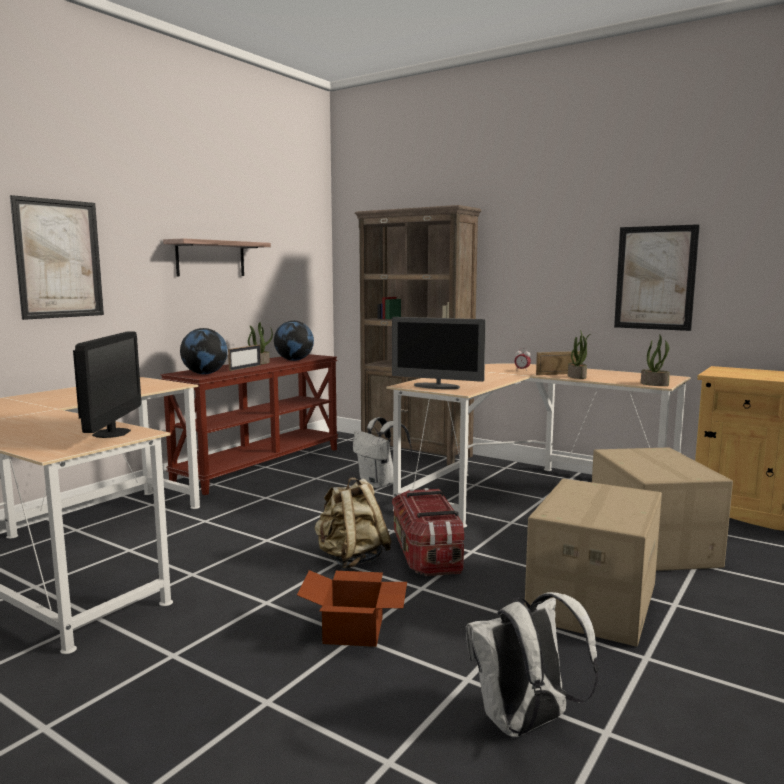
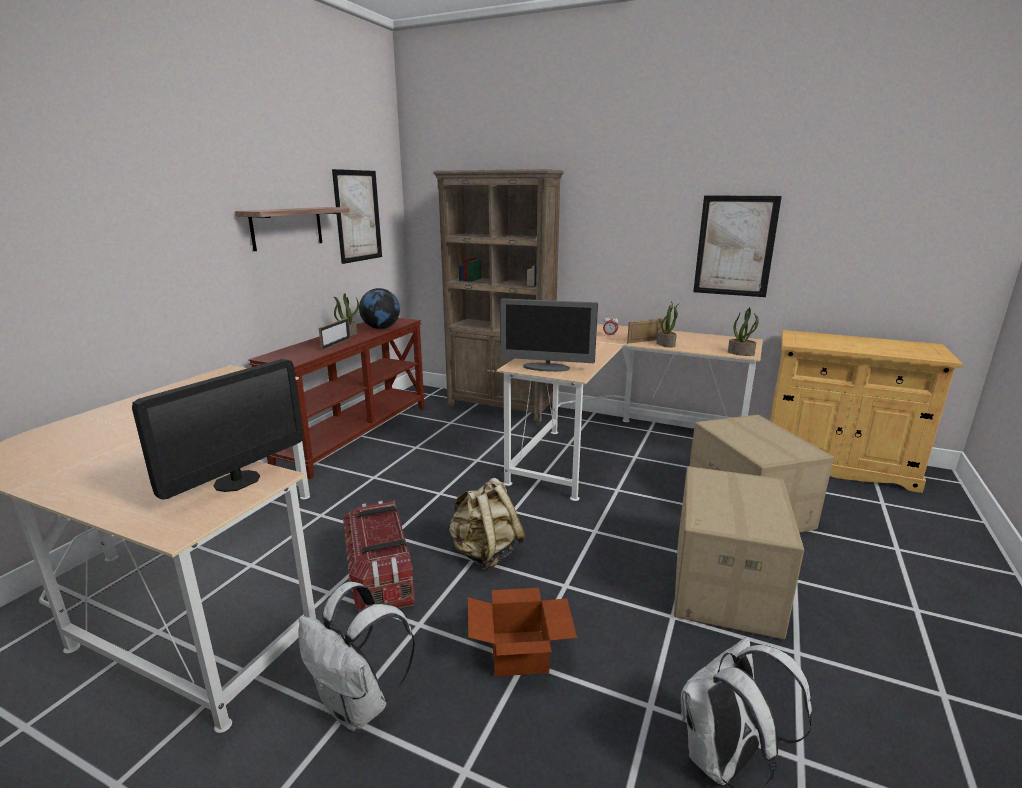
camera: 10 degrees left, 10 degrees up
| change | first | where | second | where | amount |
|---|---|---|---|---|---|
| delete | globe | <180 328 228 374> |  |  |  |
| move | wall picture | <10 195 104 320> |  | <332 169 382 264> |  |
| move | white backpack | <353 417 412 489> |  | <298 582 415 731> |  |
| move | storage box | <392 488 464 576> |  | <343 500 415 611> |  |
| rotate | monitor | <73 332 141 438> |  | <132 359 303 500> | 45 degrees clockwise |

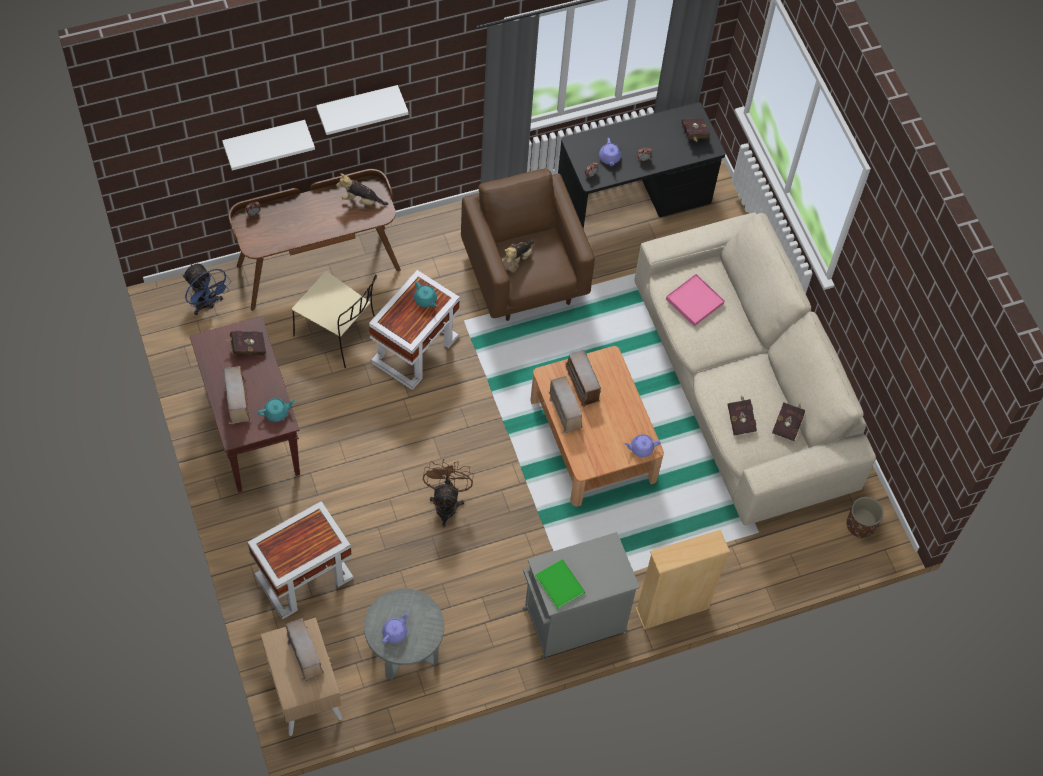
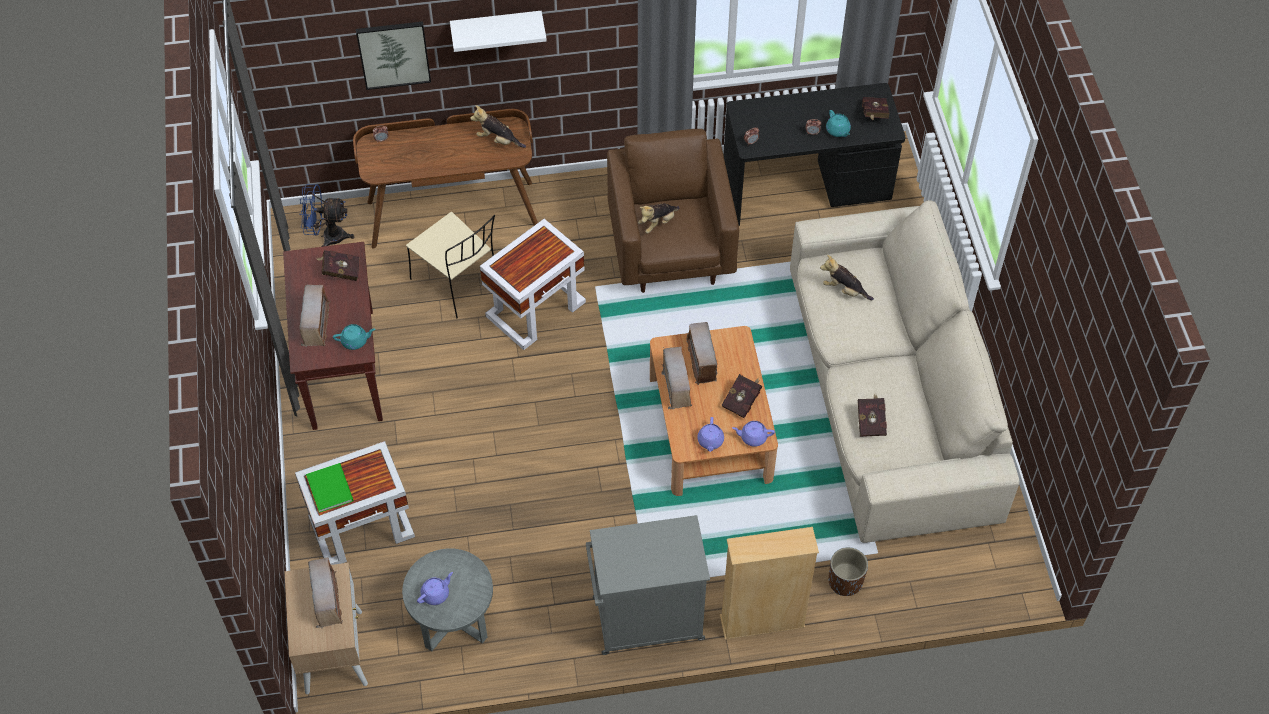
camera: 15 degrees right, 5 degrees down
| change | first | where | second | where | amount |
|---|---|---|---|---|---|
| delete | brown fan | <423 459 474 527> |  |  |  |
| move | turquoise-coloured teapot | <414 281 437 307> |  | <826 110 851 137> |  |
| move | greenish bound book | <535 559 585 609> |  | <306 463 353 513> |  |
| move | purple teapot | <599 138 621 166> |  | <697 417 724 452> |  |
| move | reddish bound book | <772 402 805 441> |  | <721 374 762 418> |  |
| move | brown plant pot | <847 497 884 538> |  | <829 547 868 596> |  |
| replace | white shelf | <222 120 315 171> | wall picture | <356 21 431 90> |  |
| replace | pink carrying tray | <666 274 725 326> | soft toy | <820 255 874 300> |  |
| rotate | blue-coloured fan | <183 264 231 315> |  | <299 184 354 247> | 120 degrees clockwise |

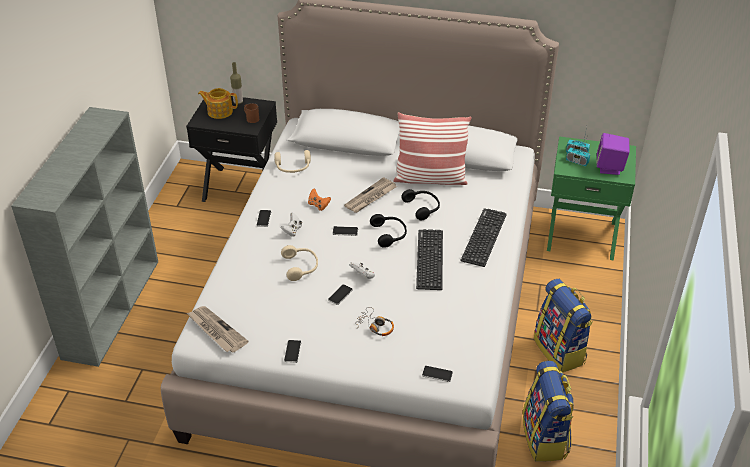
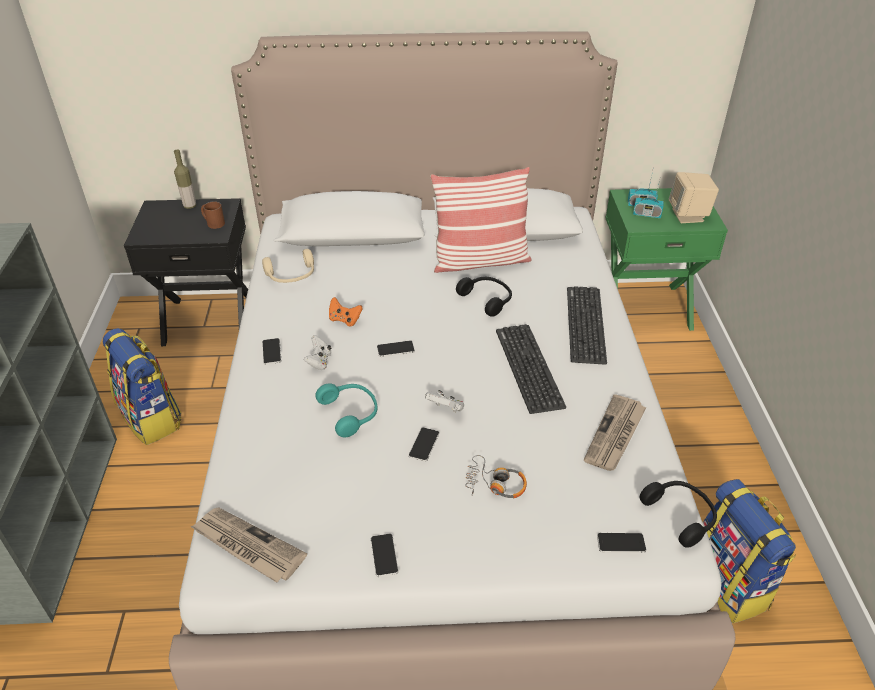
camera: 15 degrees left, 0 degrees up
| change | first | where | second | where | amount |
|---|---|---|---|---|---|
| delete | teapot | <198 88 238 119> |  |  |  |
| move | daily paper | <344 177 397 213> |  | <584 394 647 471> |  |
| move | blackish headset | <370 214 407 248> |  | <640 481 717 548> |  |
| move | backpack | <534 279 593 372> |  | <103 328 182 445> |  |
| recolor | sand-coloured headset | <281 245 318 281> | turquoise-coloured headset | <315 383 378 437> |  |
| recolor | purple loudspeaker | <597 133 630 175> | sand-coloured loudspeaker | <669 172 719 223> |  |

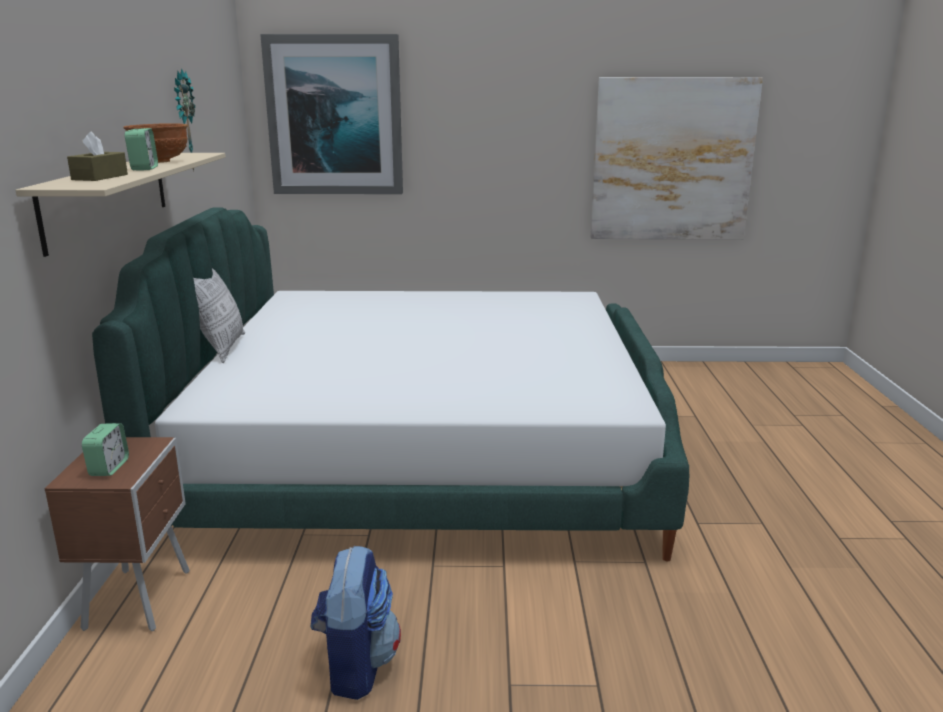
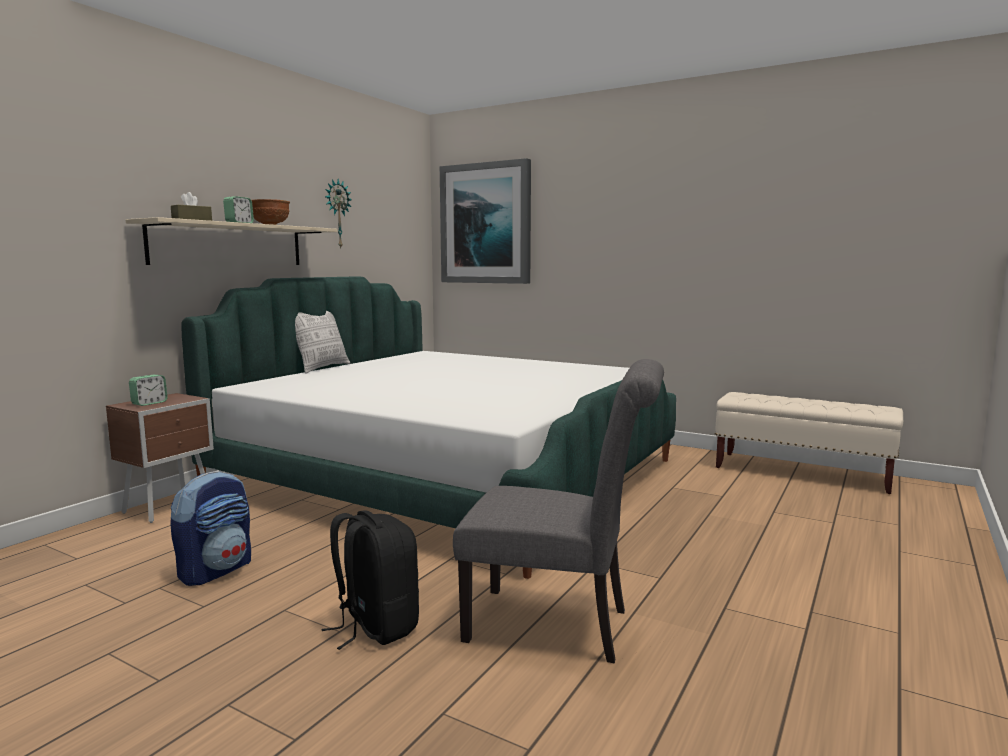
camera: 30 degrees right, 10 degrees down
| change | first | where | second | where | amount |
|---|---|---|---|---|---|
| delete | wall picture | <591 77 763 239> |  |  |  |
| insert |  |  | blackish backpack | <321 510 419 650> |  |
| insert |  |  | gray plain chair | <453 359 664 664> |  |
| insert |  |  | sand-coloured bench | <715 392 903 494> |  |

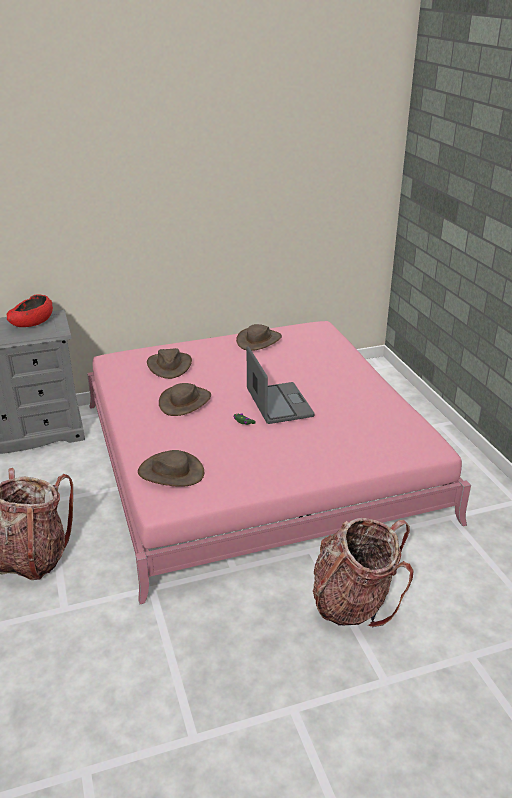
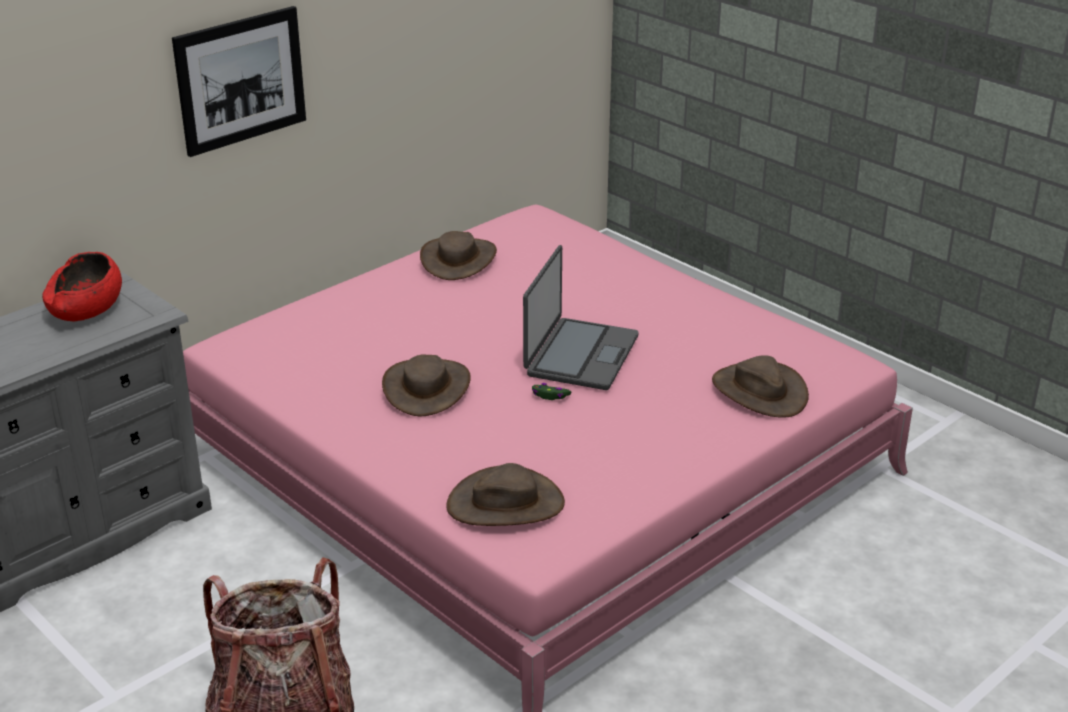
camera: 25 degrees left, 0 degrees up
| change | first | where | second | where | amount |
|---|---|---|---|---|---|
| delete | backpack | <313 518 414 627> |  |  |  |
| insert |  |  | wall picture | <172 6 306 157> |  |
| move | brown hat | <147 348 192 379> |  | <712 355 809 417> |  |
| rotate | portable computer | <247 346 315 424> |  | <523 245 638 390> | 60 degrees clockwise |

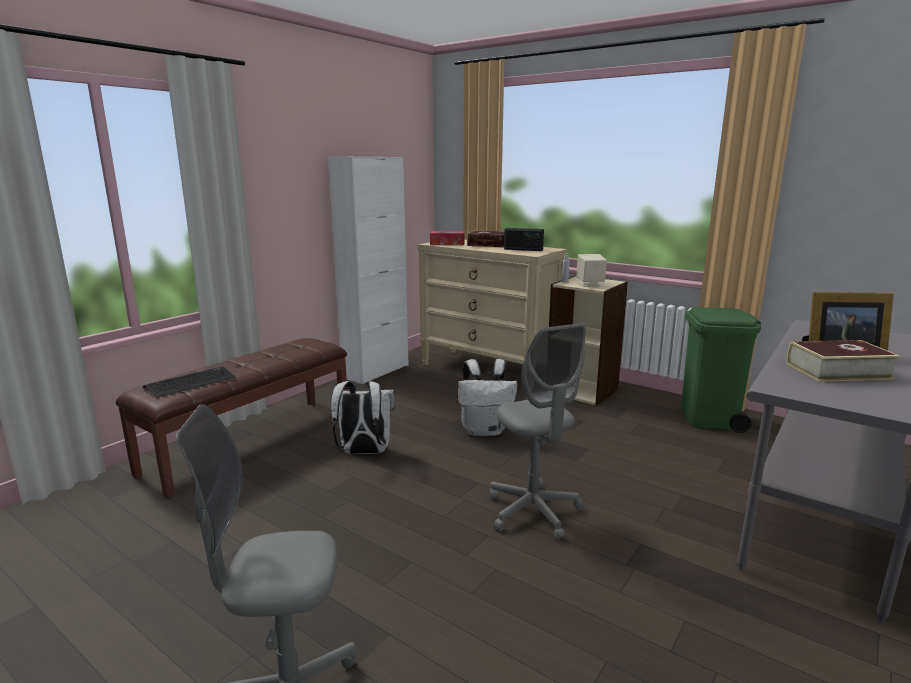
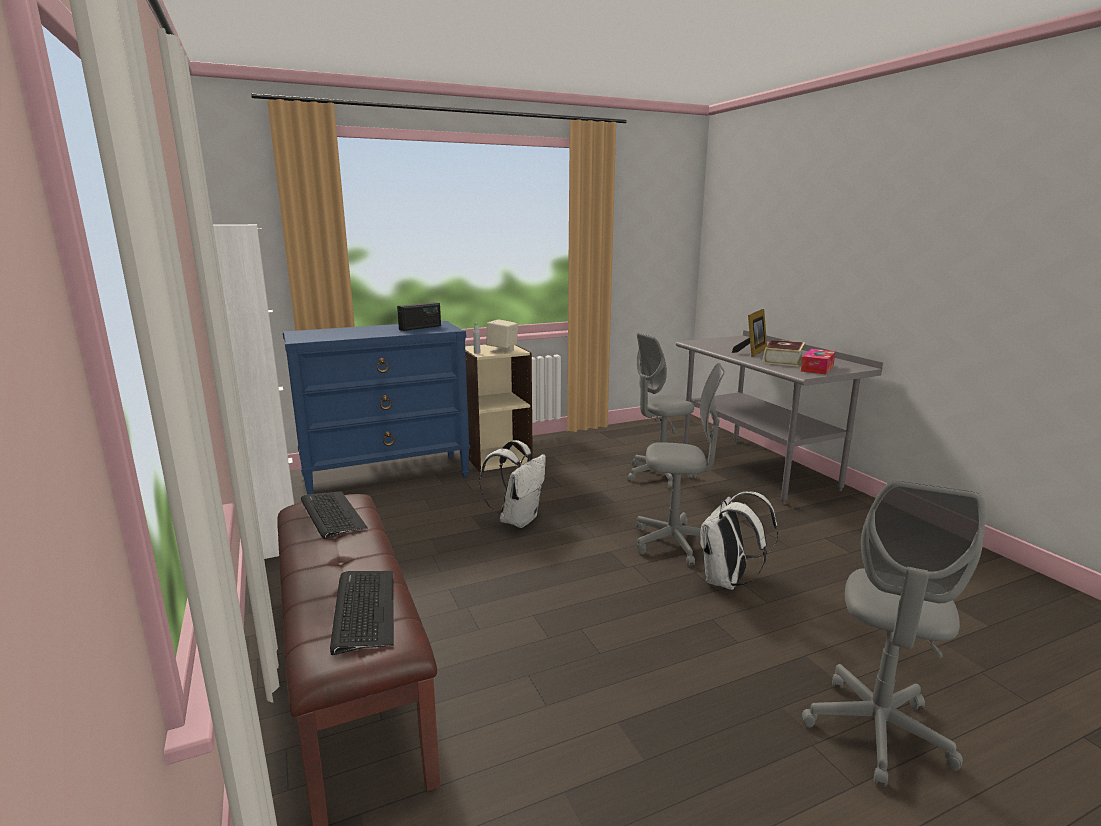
camera: 60 degrees left, 0 degrees up
| change | first | where | second | where | amount |
|---|---|---|---|---|---|
| delete | bound book | <467 230 505 247> |  |  |  |
| delete | greenish rubbish bin | <681 307 761 433> |  |  |  |
| insert |  |  | computer keyboard | <301 491 368 539> |  |
| insert |  |  | gray computer chair | <628 333 697 489> |  |
| move | white backpack | <331 381 395 454> |  | <700 491 778 590> |  |
| move | box of tissues | <430 231 464 245> |  | <801 349 836 374> |  |
| recolor | sand-coloured dresser | <417 240 568 365> | blue-coloured dresser | <283 321 470 494> |  |

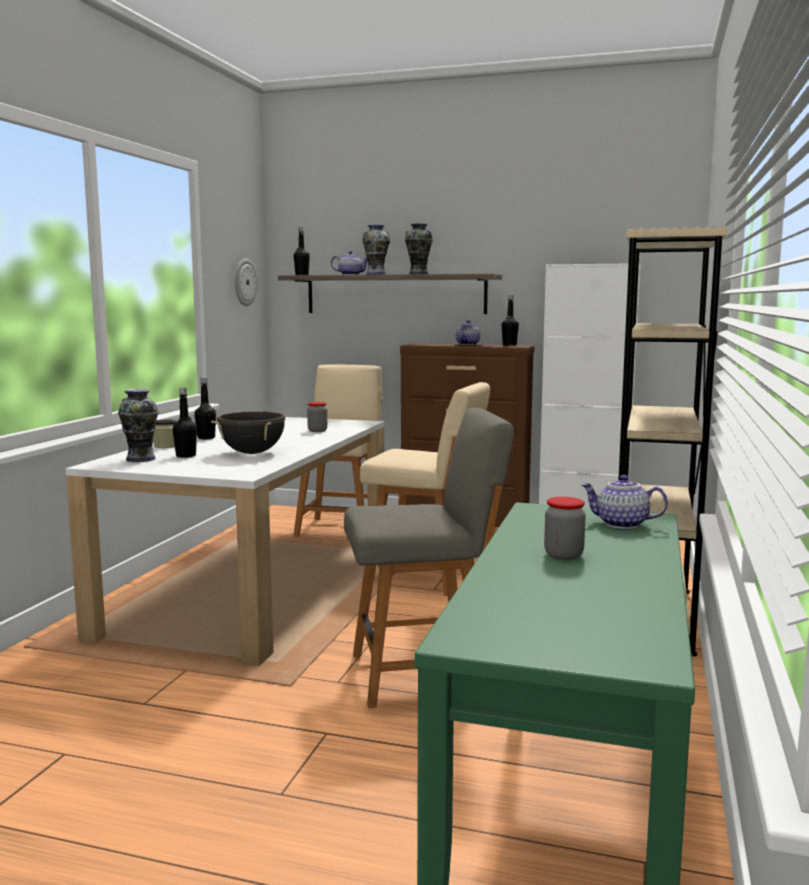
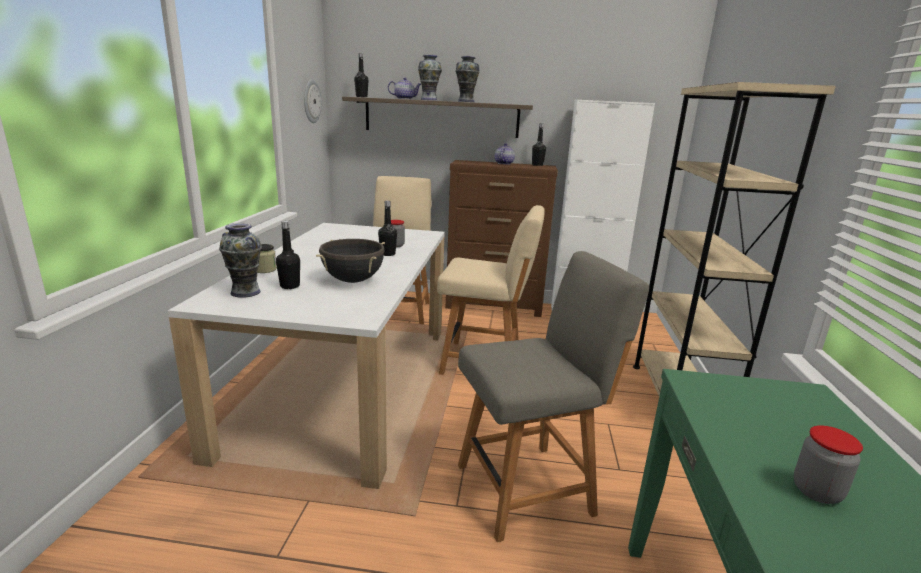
camera: 10 degrees left, 10 degrees up
| change | first | where | second | where | amount |
|---|---|---|---|---|---|
| delete | teapot | <582 475 668 529> |  |  |  |
| move | blackish bottle | <194 377 216 439> |  | <378 201 397 256> |  |

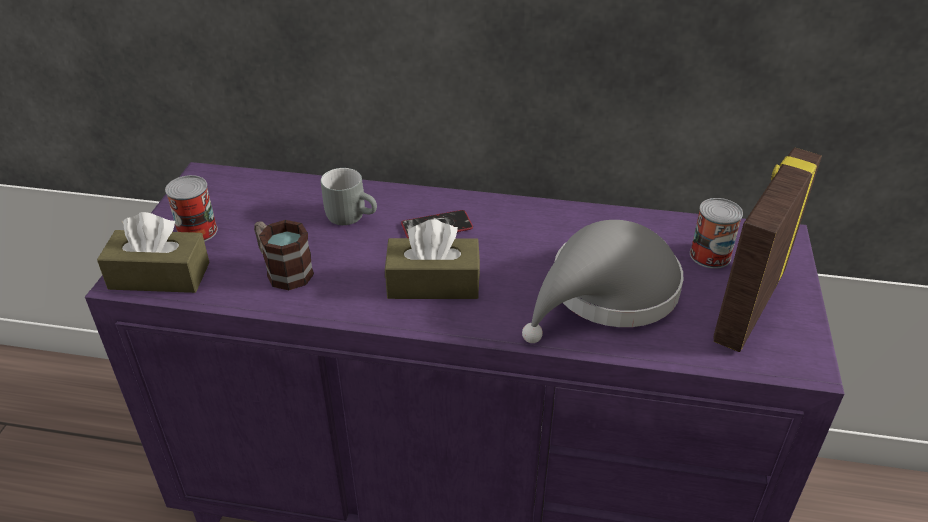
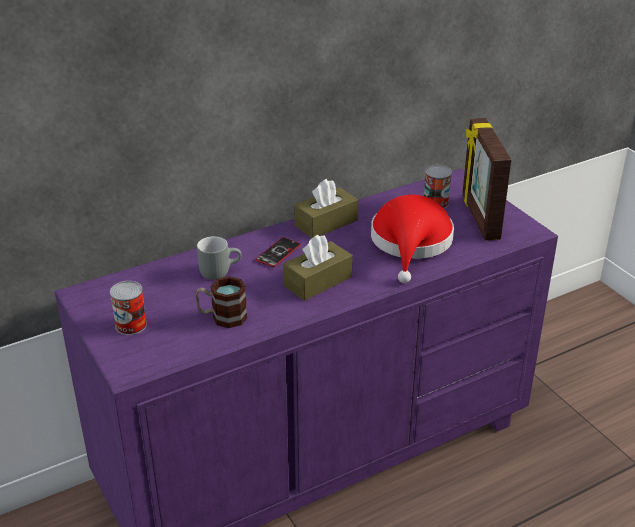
camera: 40 degrees left, 5 degrees down
| change | first | where | second | where | amount |
|---|---|---|---|---|---|
| move | brown box of tissues | <97 212 210 293> |  | <294 179 358 238> |  |
| recolor | gray hat | <522 220 683 343> | reddish hat | <371 195 454 283> |  |

